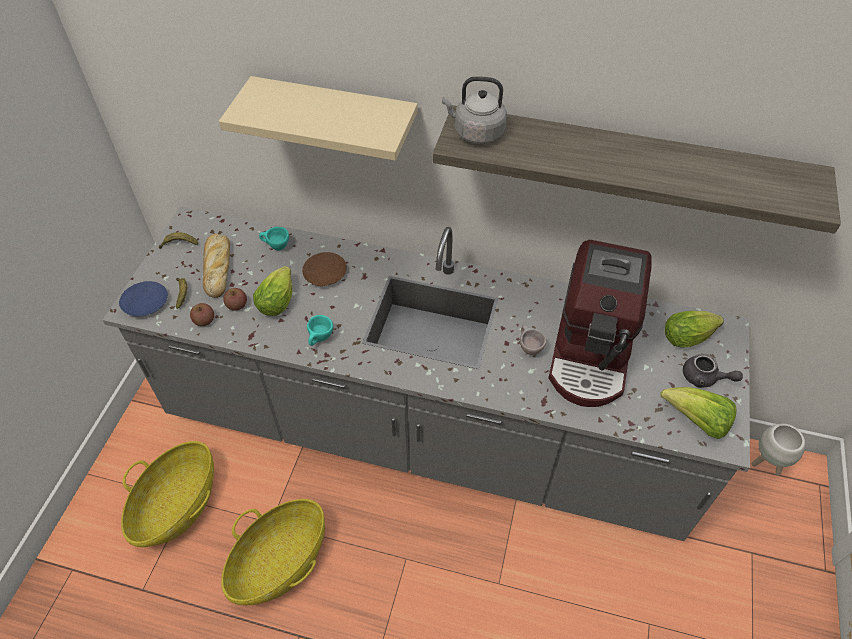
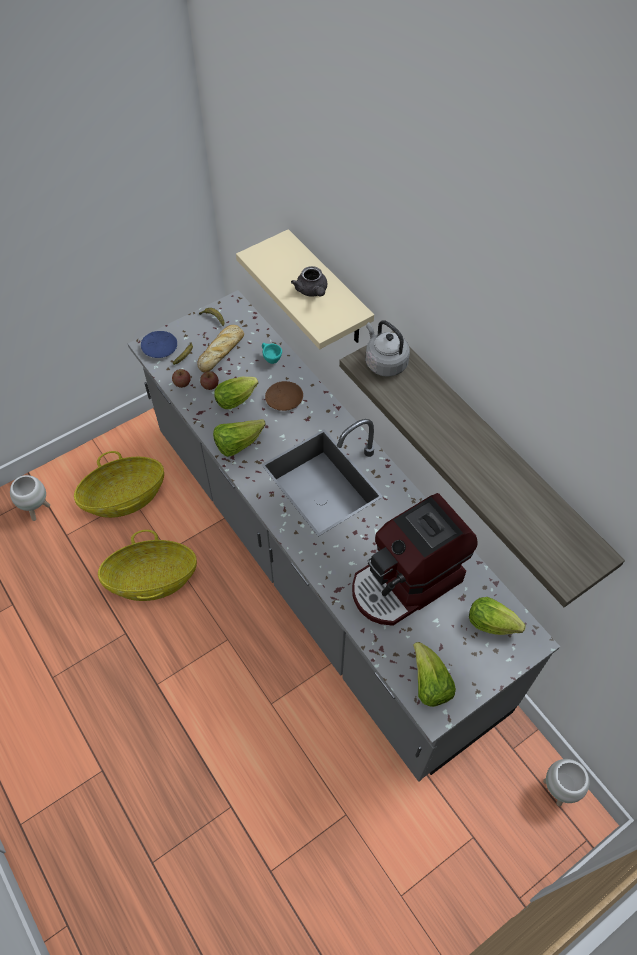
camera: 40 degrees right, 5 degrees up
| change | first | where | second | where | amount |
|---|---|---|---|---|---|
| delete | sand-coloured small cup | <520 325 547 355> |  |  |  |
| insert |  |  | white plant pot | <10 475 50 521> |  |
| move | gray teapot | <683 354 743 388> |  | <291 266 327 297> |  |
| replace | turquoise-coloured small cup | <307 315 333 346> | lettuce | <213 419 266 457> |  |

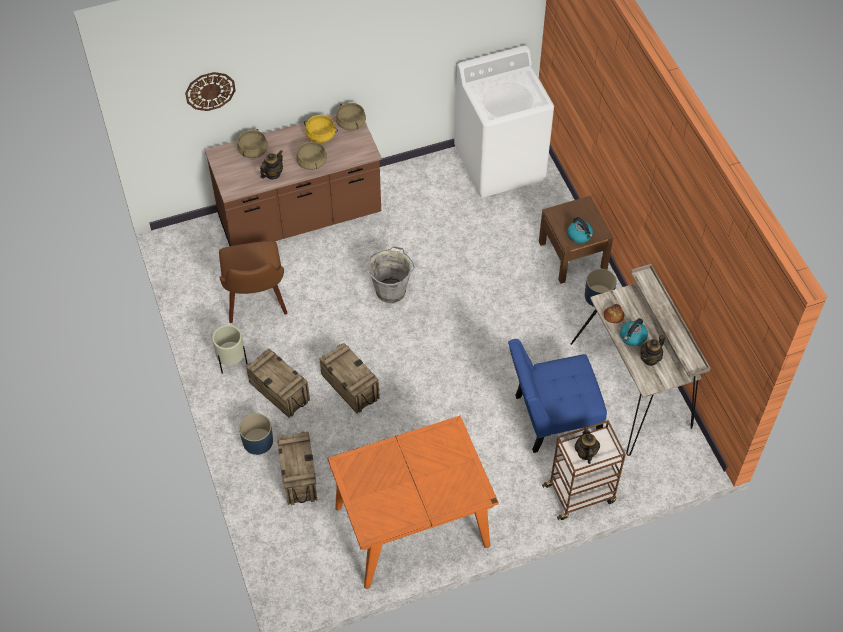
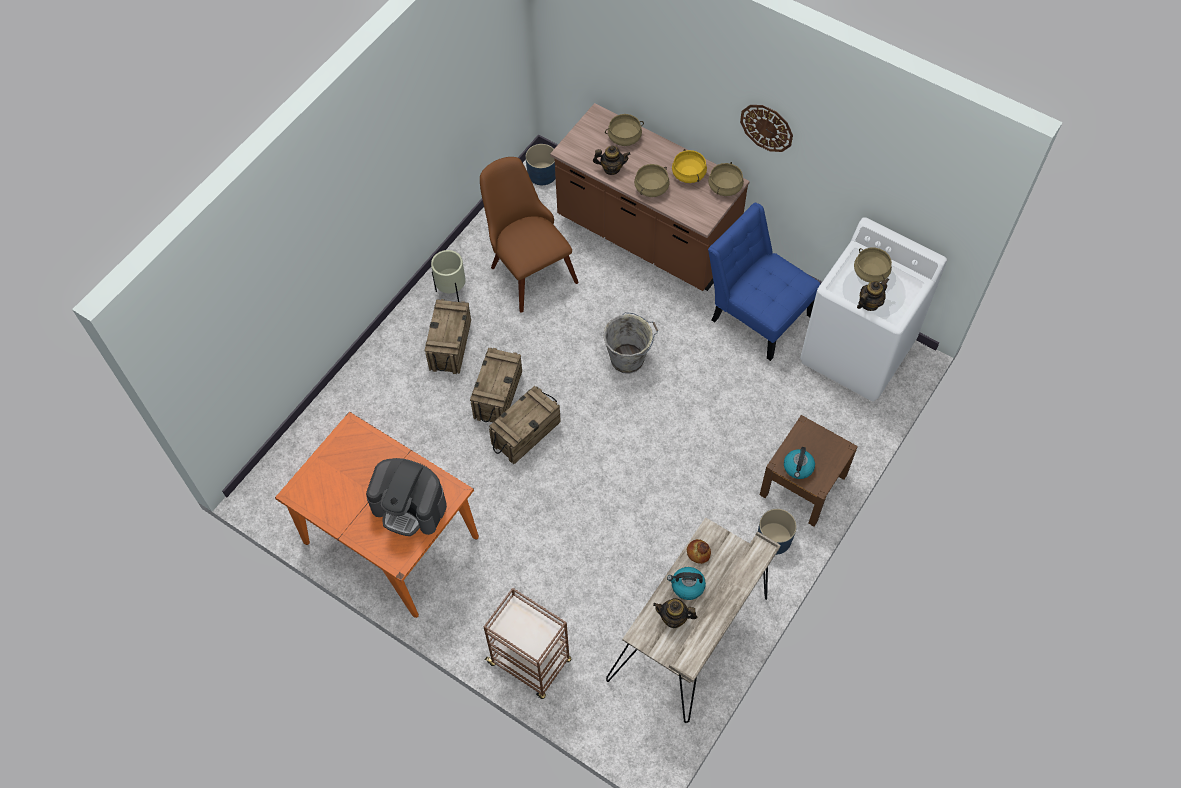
camera: 55 degrees right, 5 degrees up
| change | first | where | second | where | amount |
|---|---|---|---|---|---|
| insert |  |  | coffee machine | <366 458 447 536> |  |
| insert |  |  | sand-coloured saucepot | <854 247 892 282> |  |
| move | hanging clock | <185 72 236 111> |  | <740 105 793 152> |  |
| move | blue-coloured plant pot | <239 413 273 455> |  | <526 144 556 185> |  |
| move | shipping crate | <277 431 318 505> |  | <489 386 561 464> |  |
| move | blue-coloured plain chair | <508 339 607 453> |  | <708 203 820 361> |  |
| move | teapot | <575 425 600 464> |  | <857 278 889 311> |  |
| rotate | brown plain chair | <219 241 287 323> |  | <480 157 578 313> | 105 degrees clockwise |

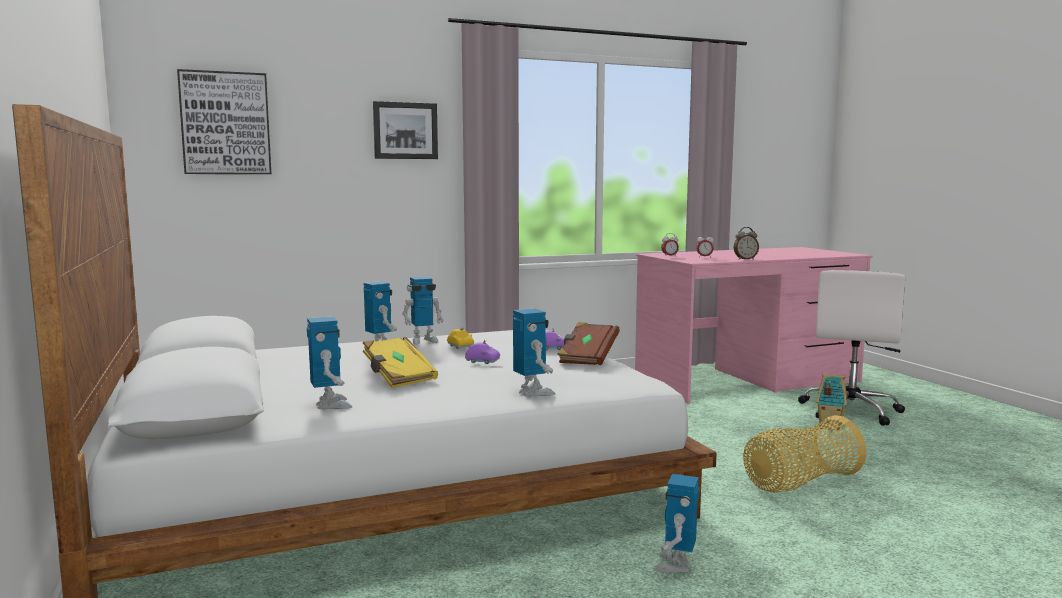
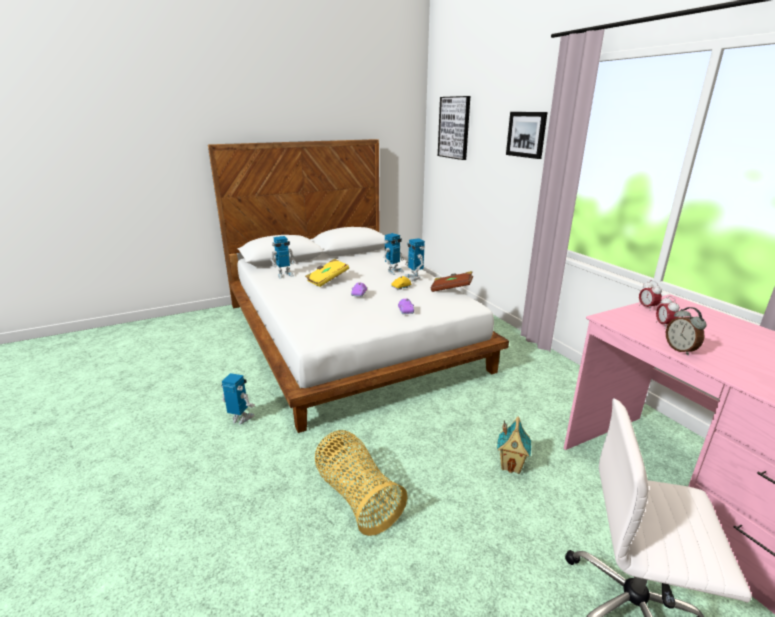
camera: 85 degrees right, 15 degrees up
| change | first | where | second | where | amount |
|---|---|---|---|---|---|
| delete | toy robot | <513 308 555 396> |  |  |  |
| move | brown bound book | <557 322 620 365> |  | <431 271 473 292> |  |
| move | miniature house | <816 373 847 430> |  | <497 416 531 474> |  |

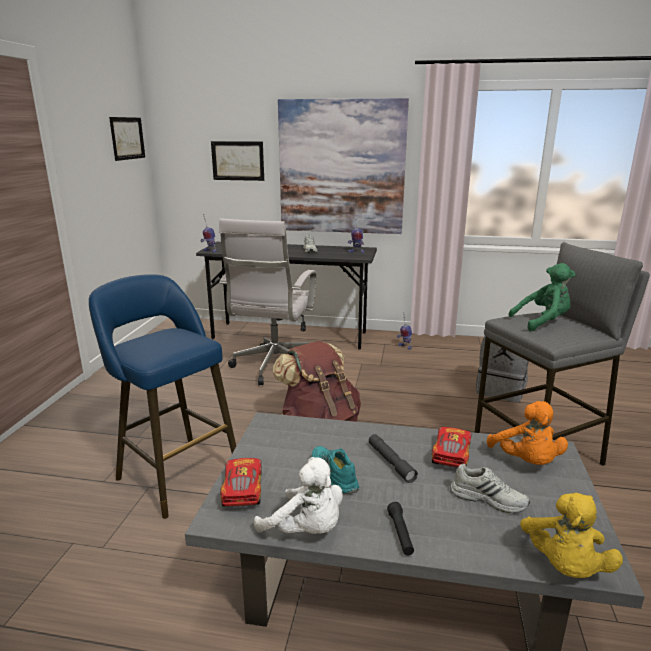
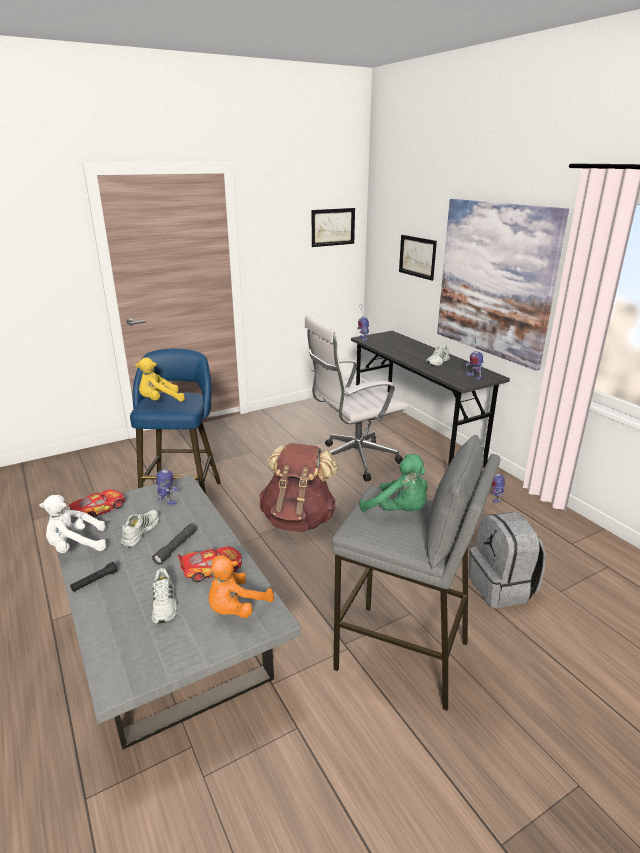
camera: 50 degrees right, 5 degrees up
| change | first | where | second | where | amount |
|---|---|---|---|---|---|
| insert |  |  | toy robot | <156 451 178 505> |  |
| move | yellow soft toy | <520 492 623 578> |  | <135 357 185 402> |  |
| recolor | turquoise-coloured item of footwear | <312 446 359 494> | white item of footwear | <121 510 159 548> |  |
| rotate | white soft toy | <254 457 343 534> |  | <39 495 106 553> | 75 degrees clockwise |

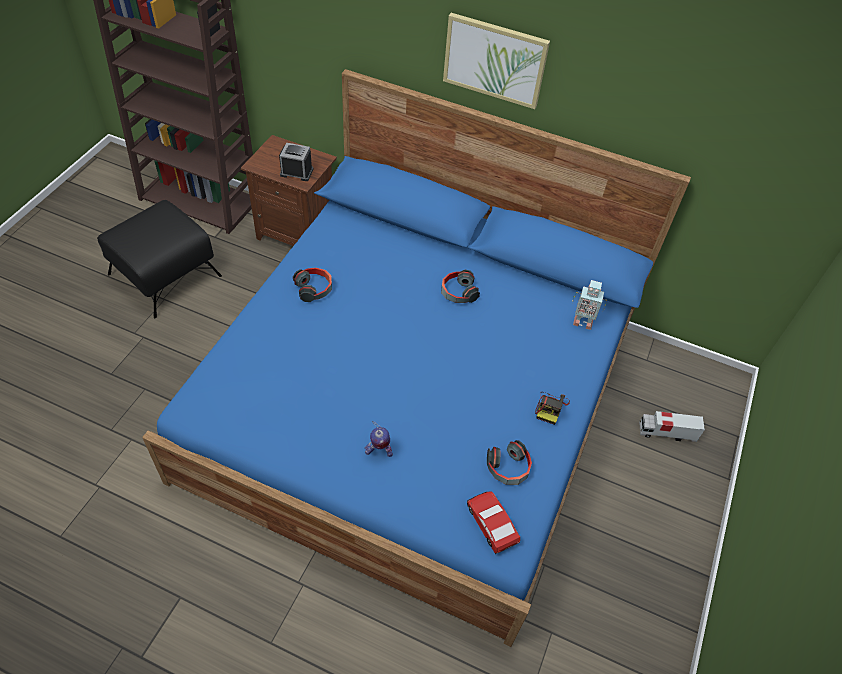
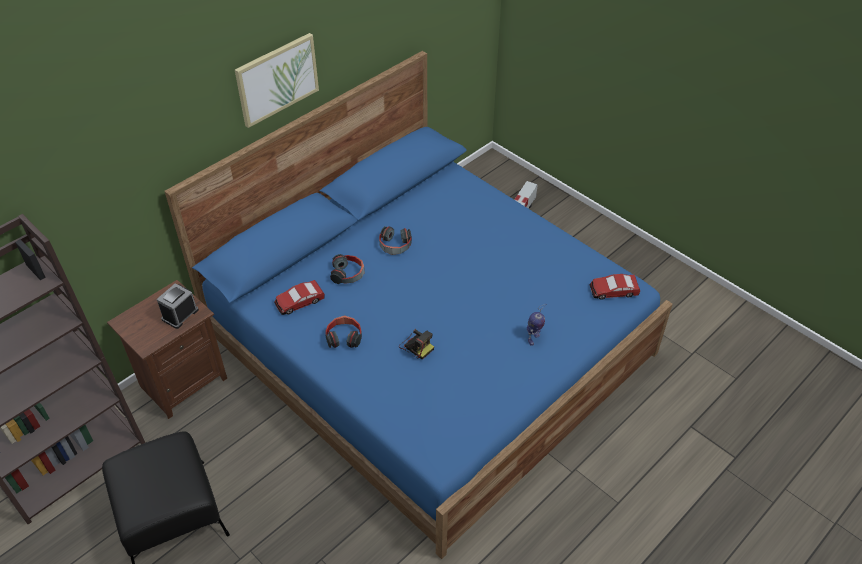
camera: 65 degrees left, 5 degrees down
| change | first | where | second | where | amount |
|---|---|---|---|---|---|
| delete | toy robot | <572 280 607 330> |  |  |  |
| insert |  |  | miniature car | <274 280 325 315> |  |
| move | headset | <487 440 532 485> |  | <330 254 365 284> |  |
| move | still camera | <535 392 570 425> |  | <399 329 434 360> |  |

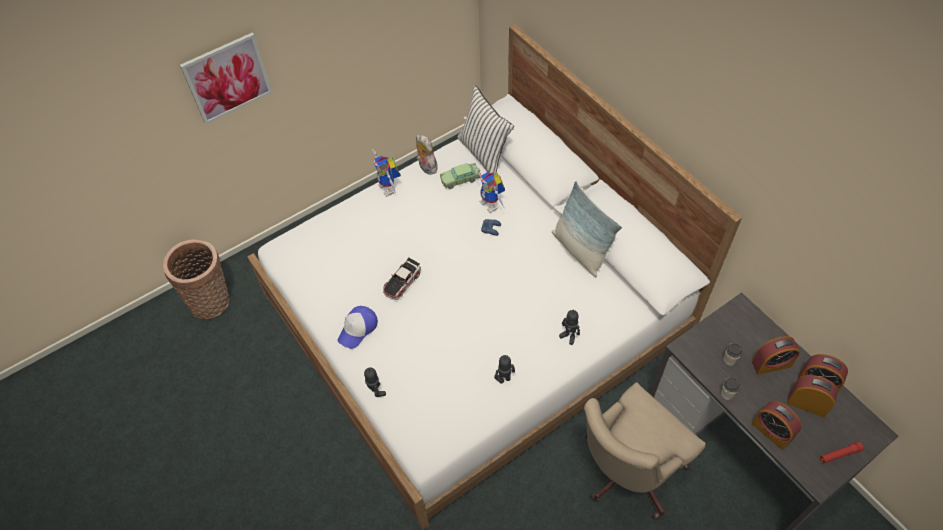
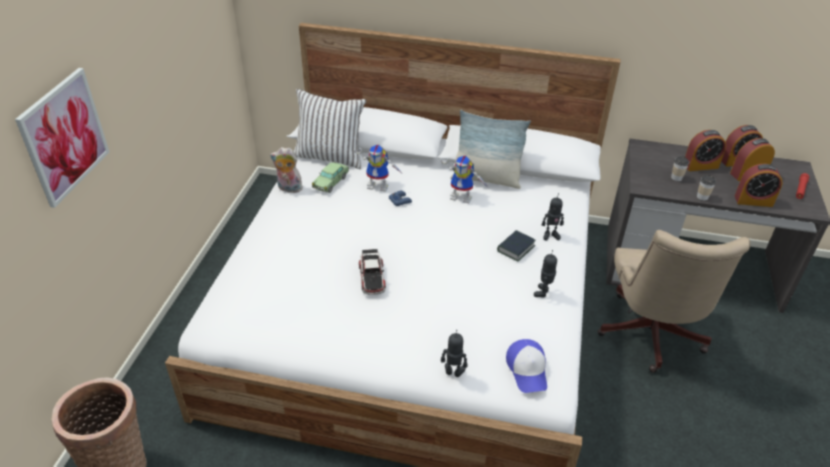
camera: 45 degrees left, 15 degrees down
| change | first | where | second | where | amount |
|---|---|---|---|---|---|
| insert |  |  | bound book | <497 230 535 262> |  |
| move | baseball cap | <338 306 378 349> |  | <506 339 547 393> |  |
| move | toy robot | <372 149 401 197> |  | <440 156 488 203> |  |
| rotate | alarm clock | <752 336 800 375> |  | <685 130 726 171> | 45 degrees clockwise |

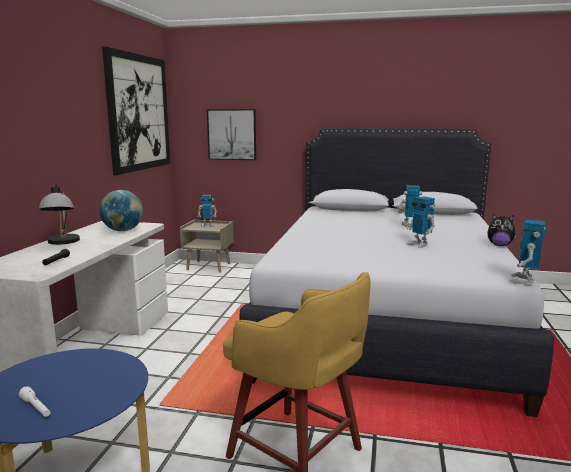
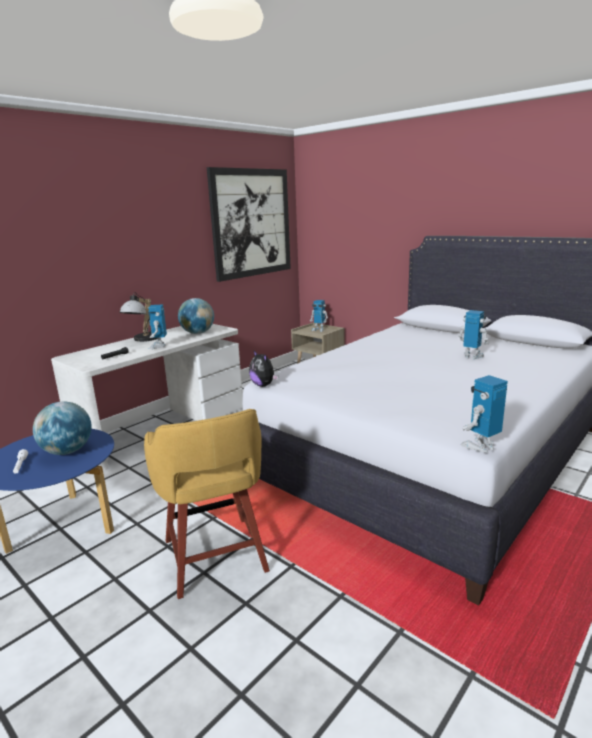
camera: 30 degrees right, 5 degrees up
| change | first | where | second | where | amount |
|---|---|---|---|---|---|
| delete | wall picture | <207 109 256 160> |  |  |  |
| insert |  |  | globe | <33 401 92 455> |  |
| move | toy robot | <407 197 435 248> |  | <148 304 167 349> |  |
| move | soft toy | <487 214 517 246> |  | <249 351 278 387> |  |

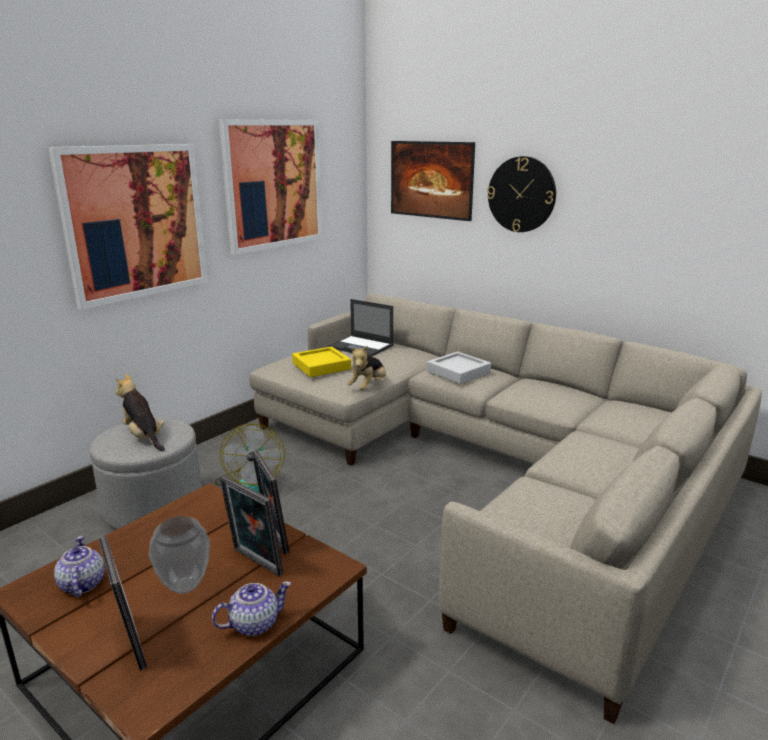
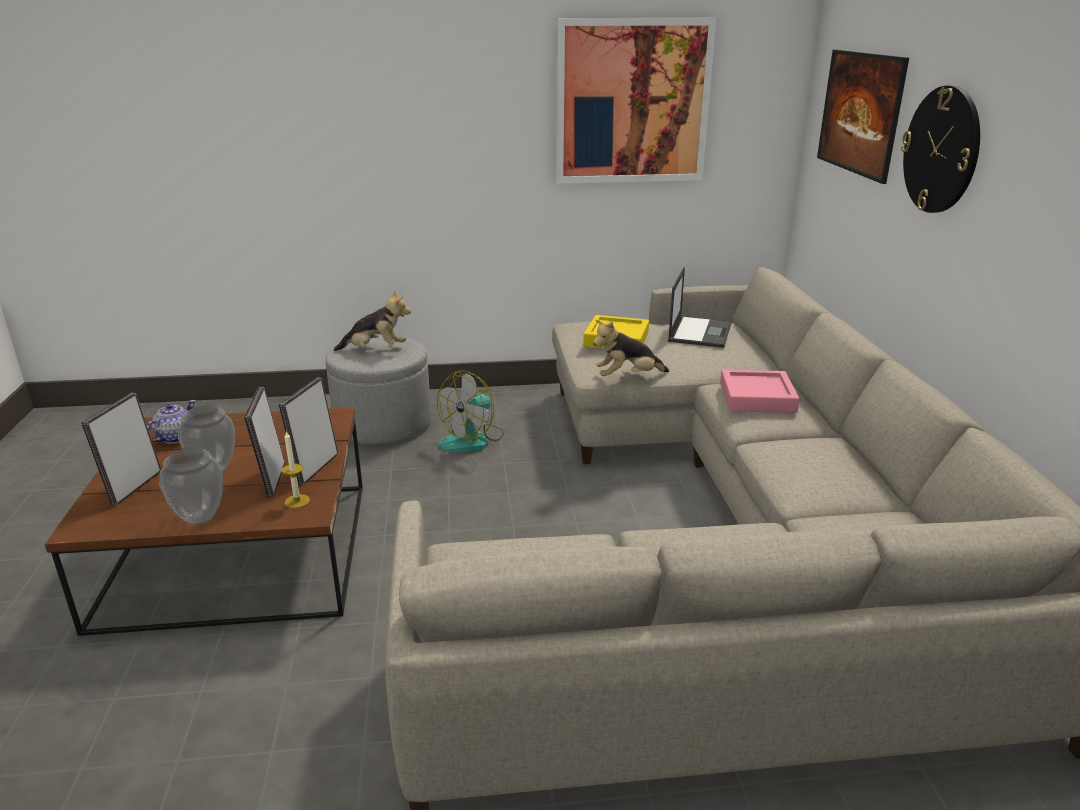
camera: 45 degrees right, 5 degrees up
| change | first | where | second | where | amount |
|---|---|---|---|---|---|
| delete | wall picture | <48 144 208 310> |  |  |  |
| insert |  |  | wax candle | <281 431 310 508> |  |
| replace | teapot | <212 581 291 636> | vase | <159 447 223 525> |  |
| recolor | gray carrying tray | <427 351 491 384> | pink carrying tray | <720 370 799 413> |  |
| rotate | soft toy | <115 374 165 452> |  | <333 290 411 351> | 90 degrees clockwise |
| rotate | portable computer | <329 299 394 357> |  | <668 267 731 348> | 150 degrees counterclockwise |

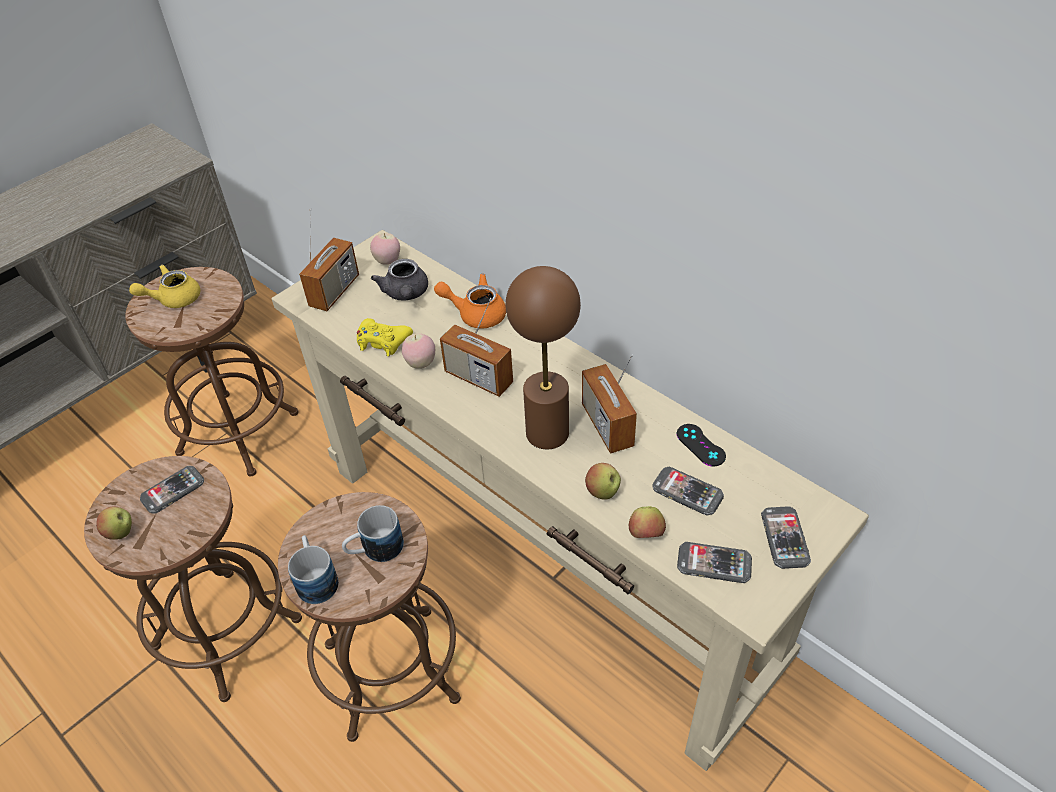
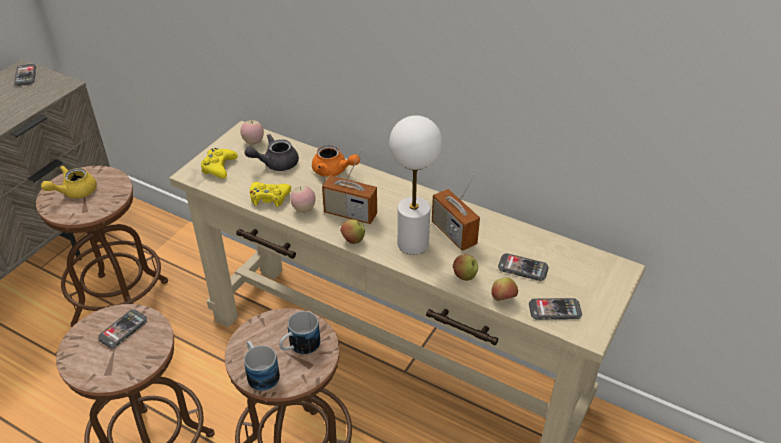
camera: 15 degrees left, 5 degrees down
| change | first | where | second | where | amount |
|---|---|---|---|---|---|
| delete | blackish gamepad | <677 424 726 466> |  |  |  |
| move | whole apple | <96 506 132 540> |  | <340 219 365 244> |  |
| move | telephone | <761 506 811 569> |  | <14 64 36 86> |  |
| replace | radio | <299 208 359 311> | yellow gamepad | <201 148 238 179> |  |
| recolor | brown lamp for a table | <506 266 581 449> | white lamp for a table | <389 115 442 255> |  |
| rotate | gray teapot | <371 259 428 301> |  | <245 134 299 171> | 90 degrees clockwise |
| rotate | orange teapot | <434 274 506 329> |  | <312 145 360 177> | 150 degrees counterclockwise |

